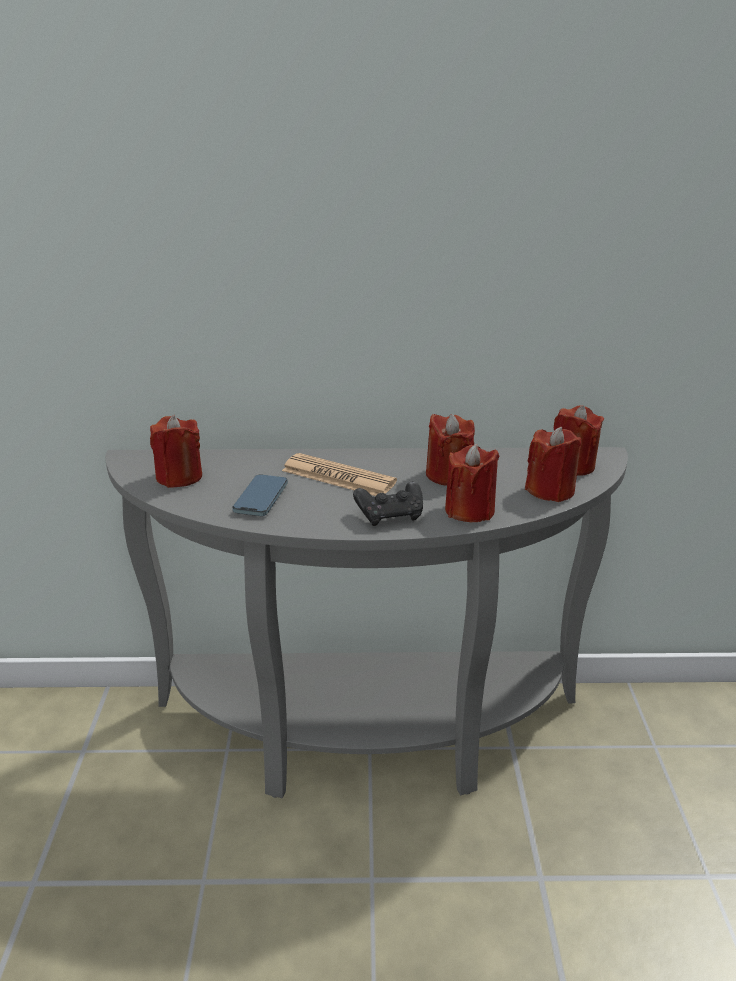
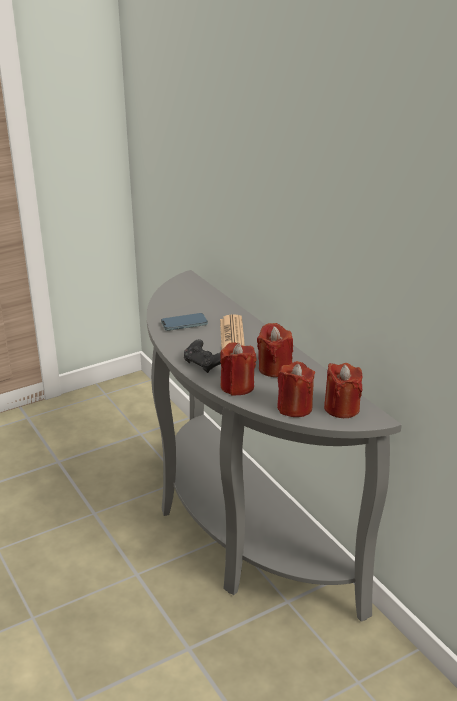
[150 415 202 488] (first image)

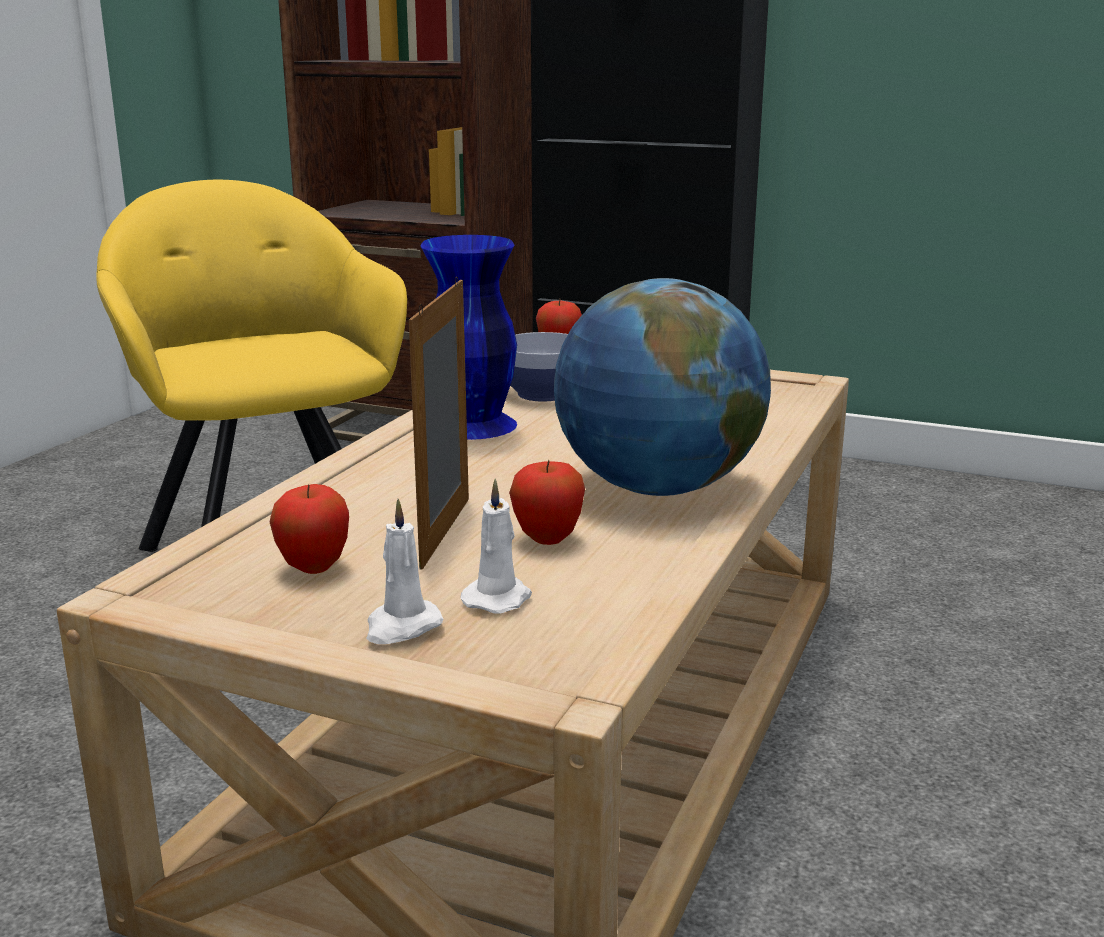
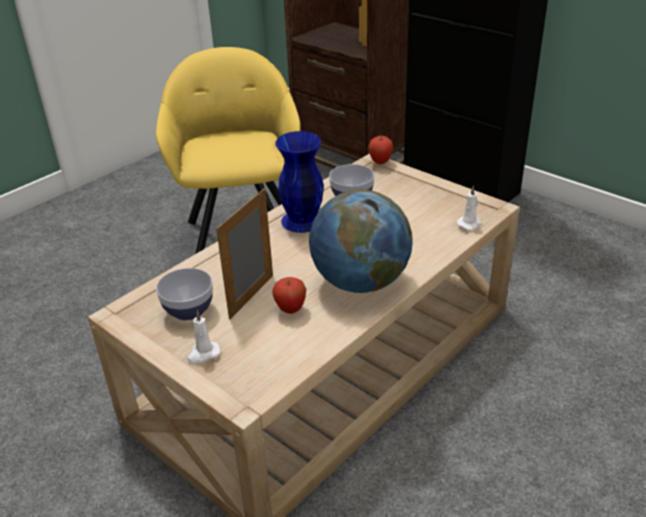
[457 186 482 230]
[156 268 213 321]

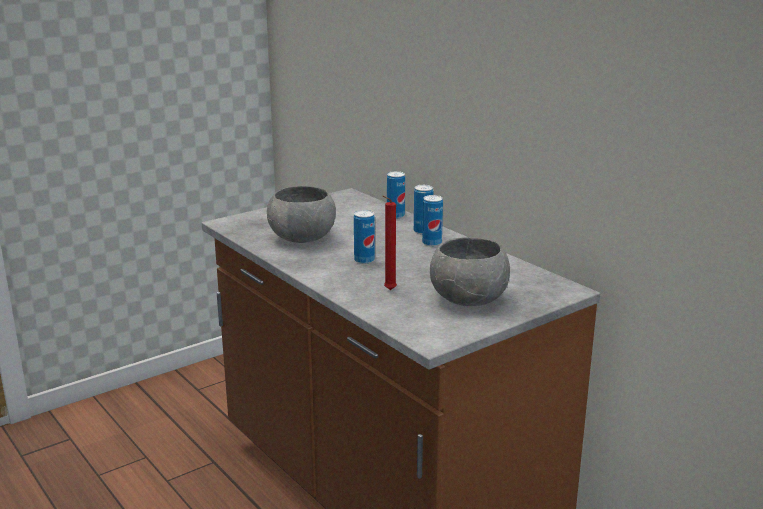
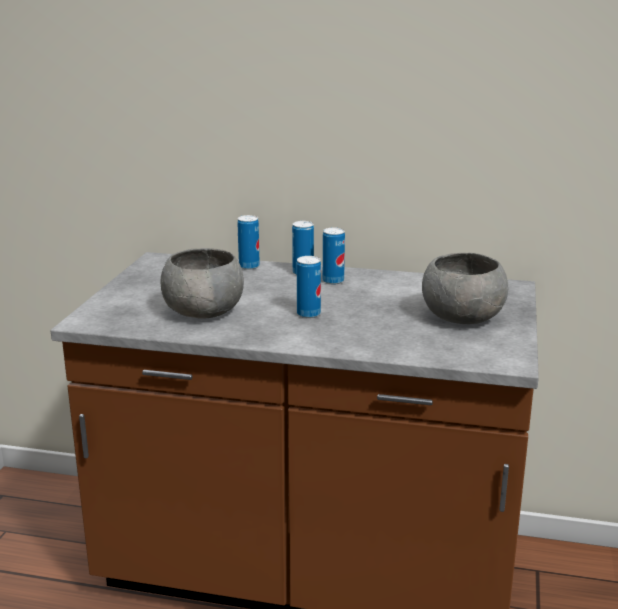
[382 195 397 290] (first image)

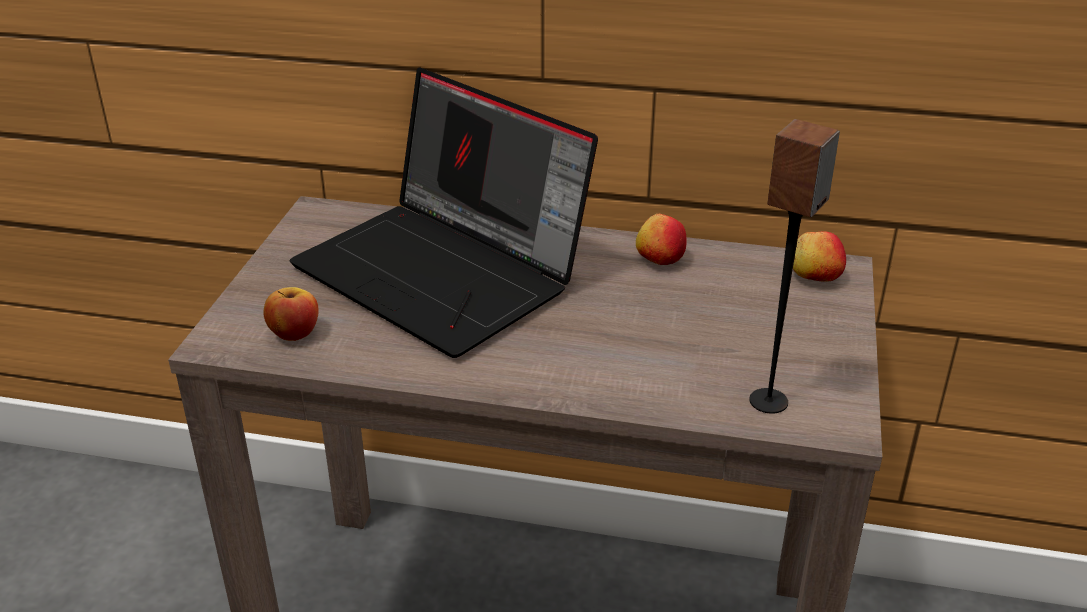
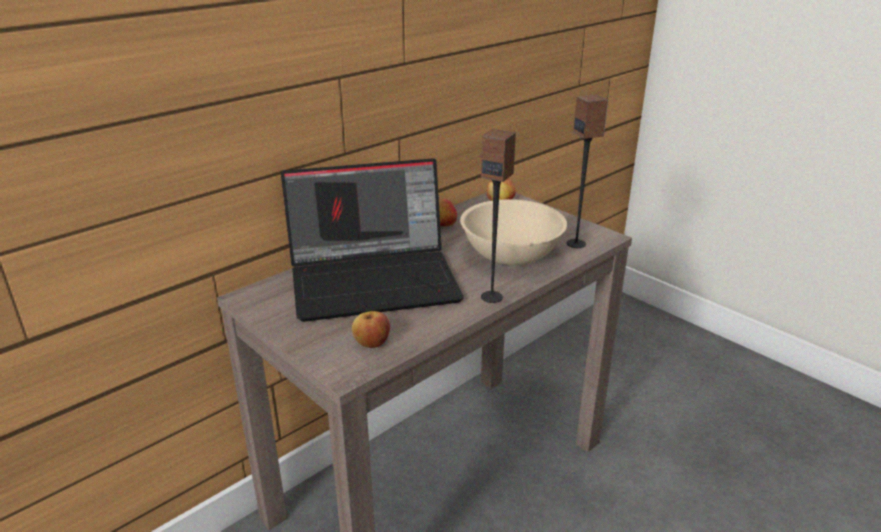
[460 199 567 265]
[481 129 516 303]

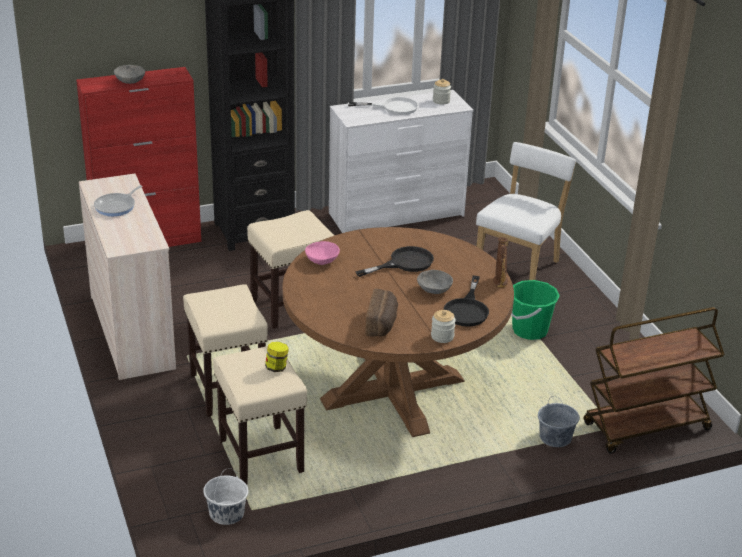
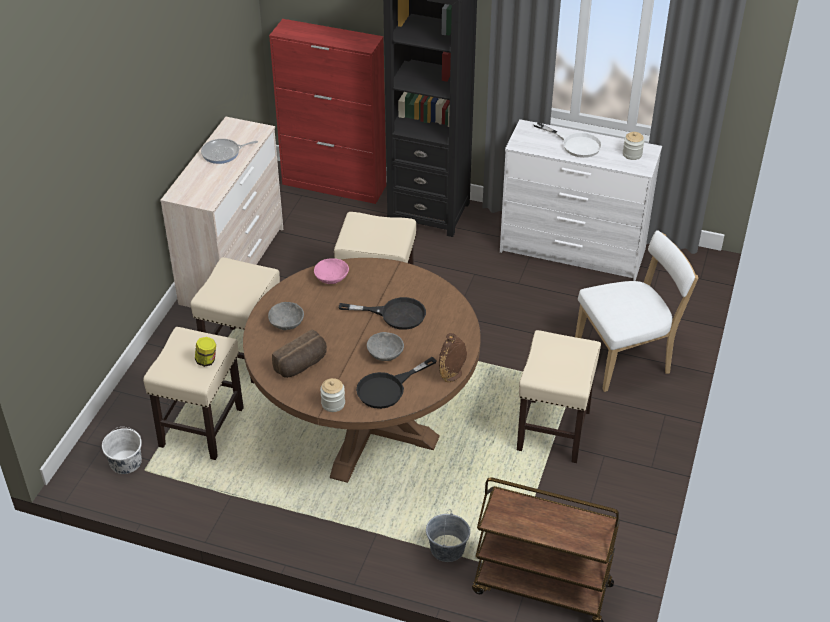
[268 302 304 330]
[517 330 601 463]

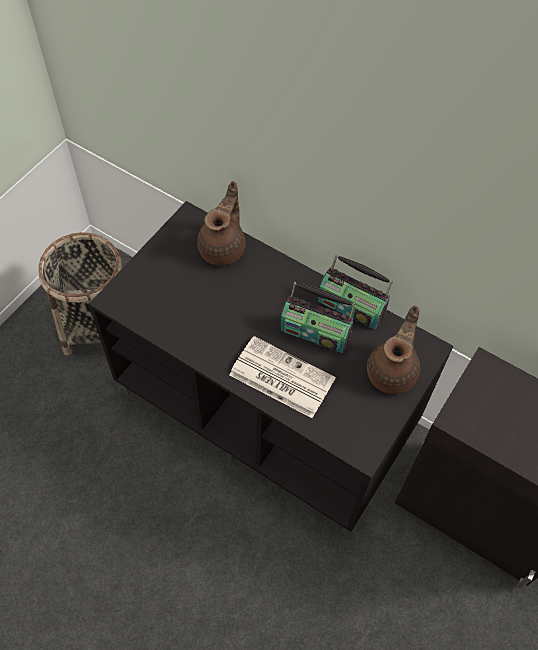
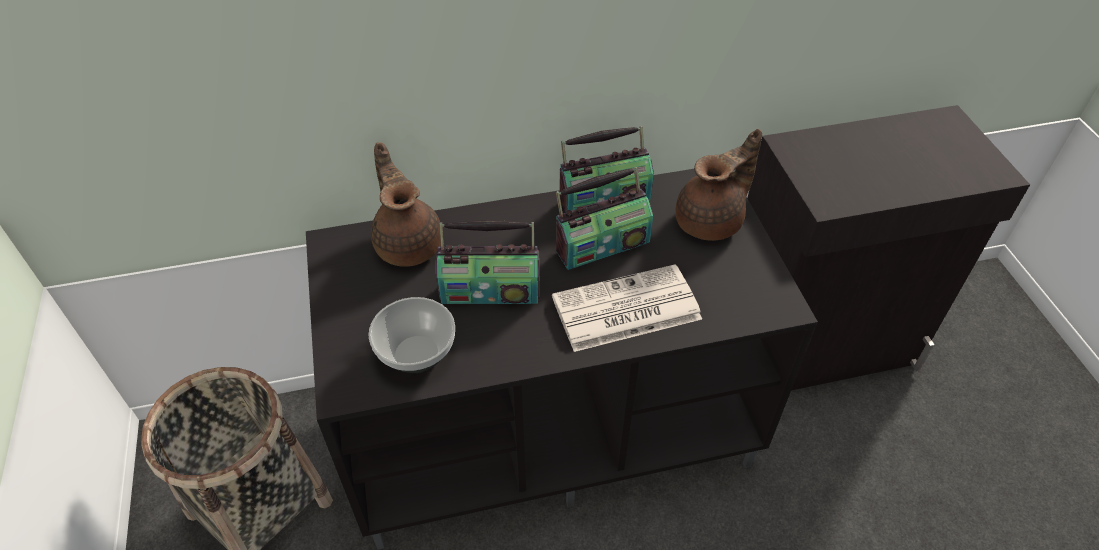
[368 297 455 373]
[436 220 540 304]
[676 129 762 241]

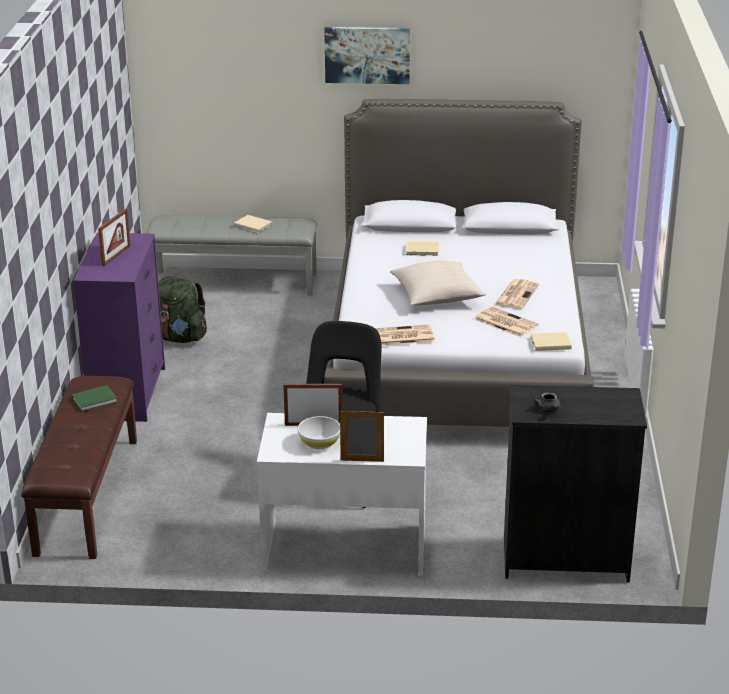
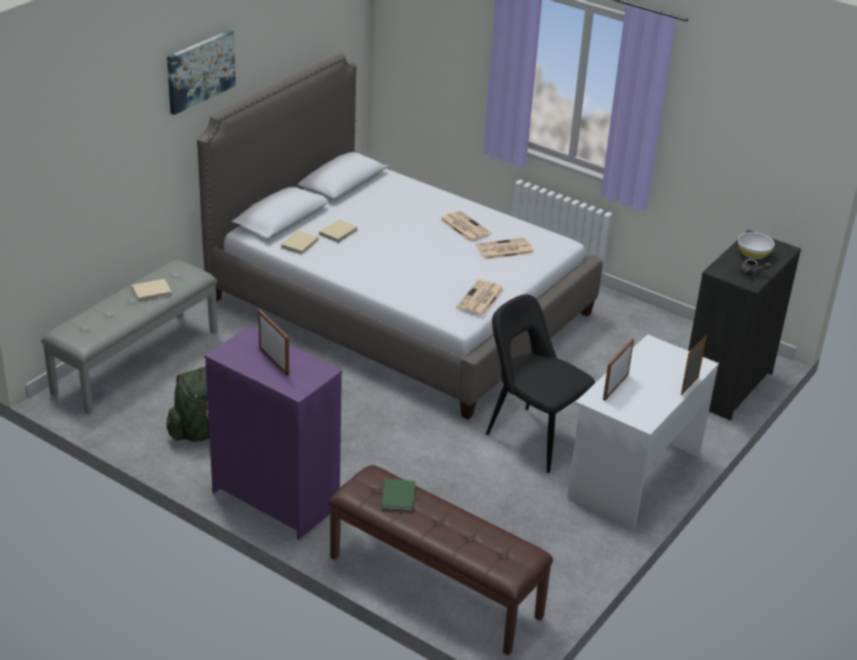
[390 261 486 305] (first image)
[738 232 775 259]
[281 230 319 255]

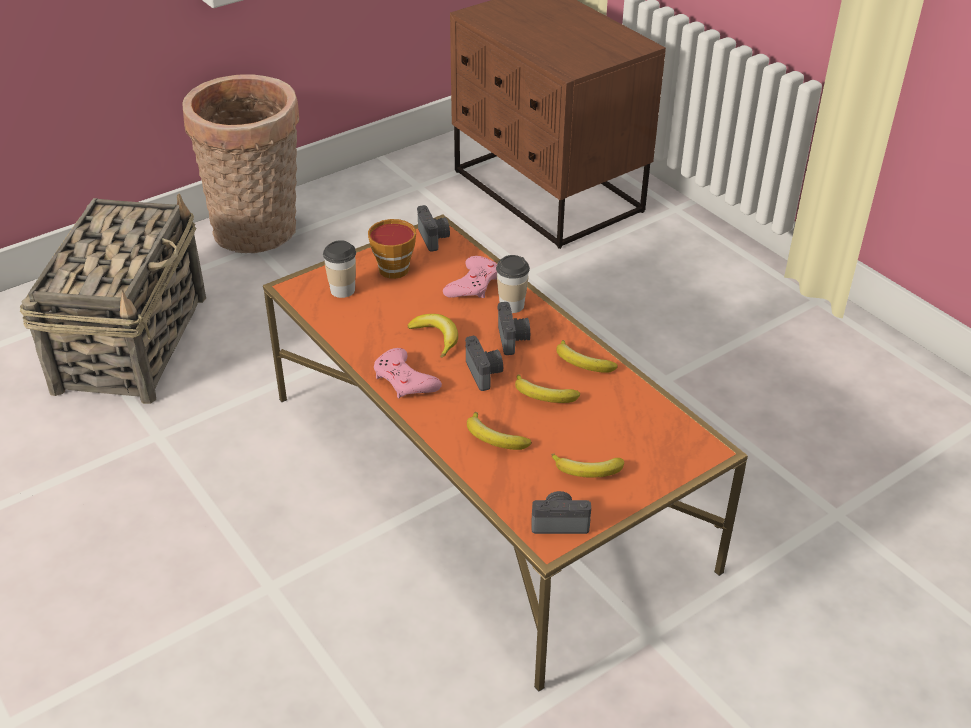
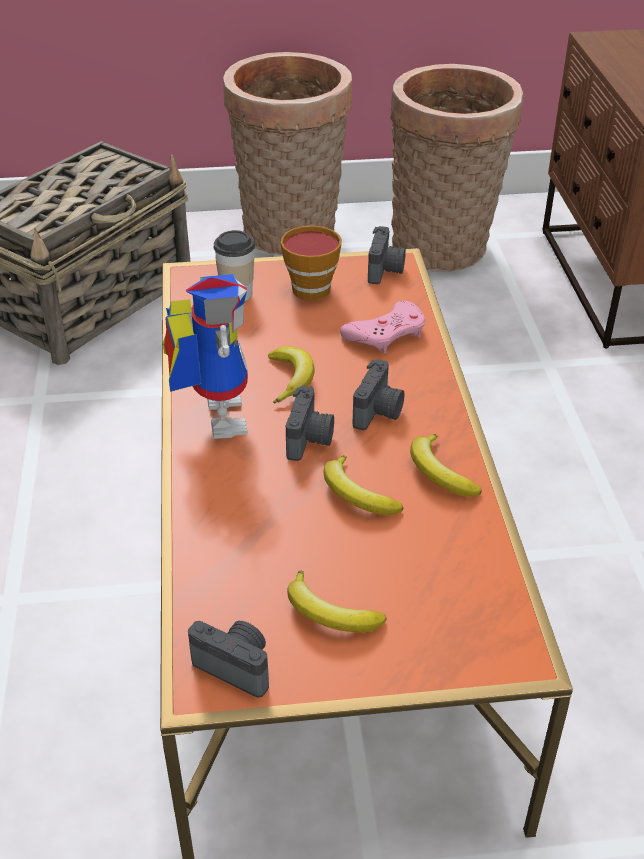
[467 412 532 450] (first image)
[496 255 530 313] (first image)
[390 64 523 272]
[163 274 248 439]

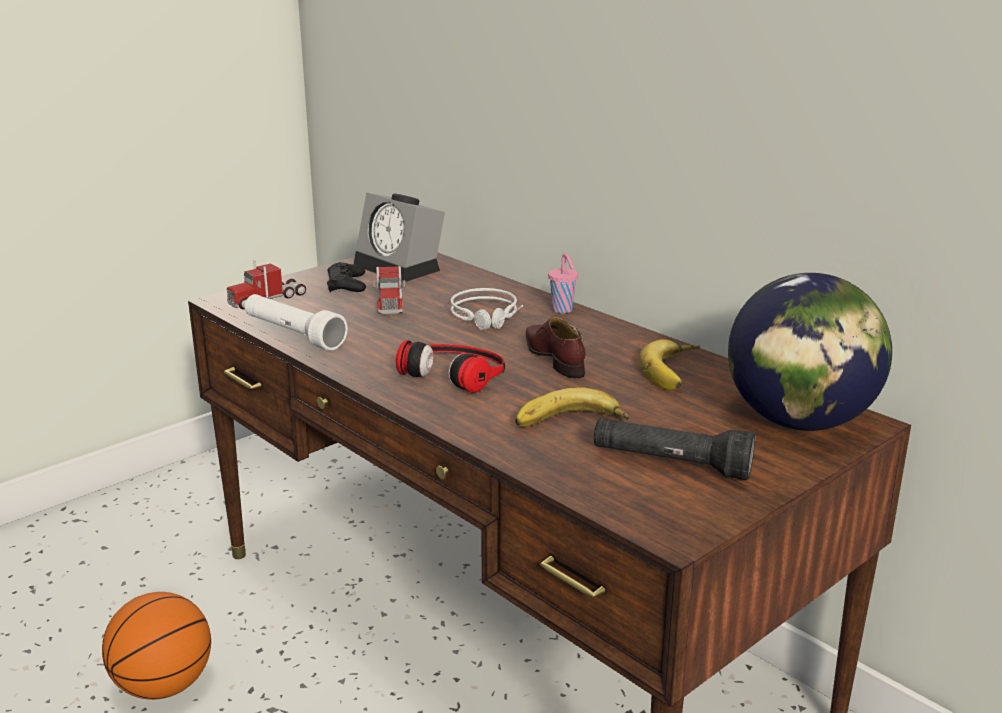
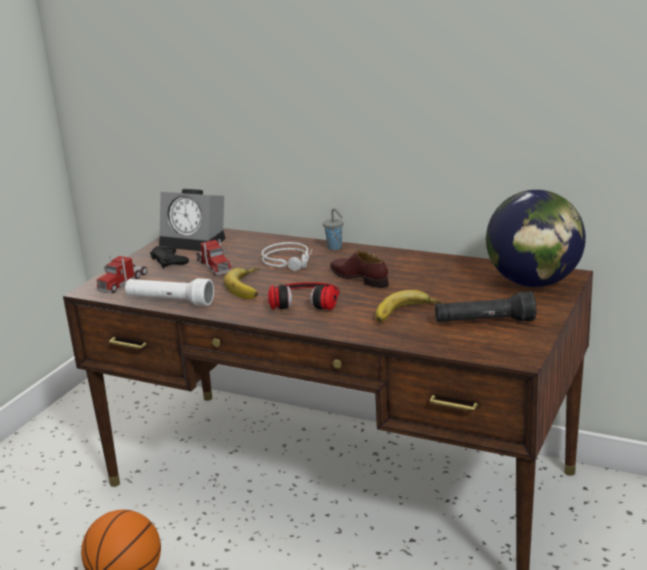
[224 268 260 299]
[323 208 344 250]

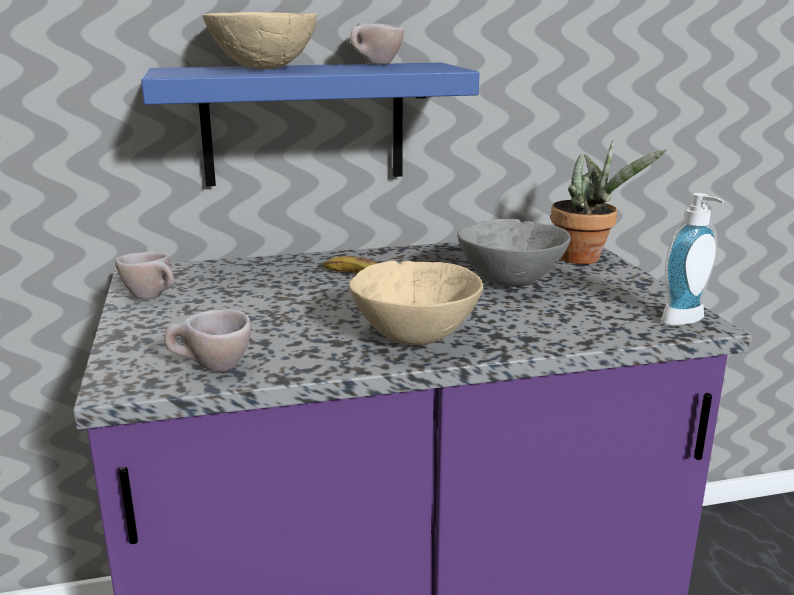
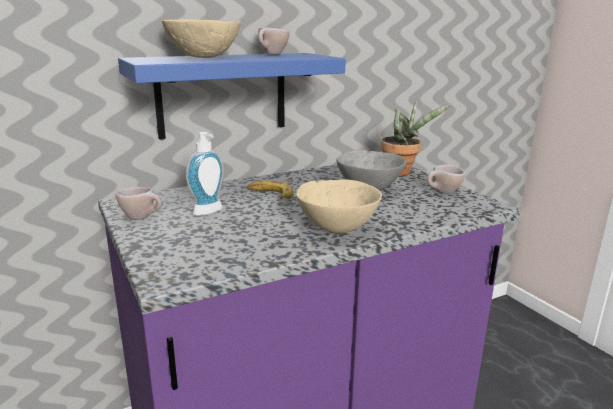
[427 165 465 194]
[186 132 224 216]

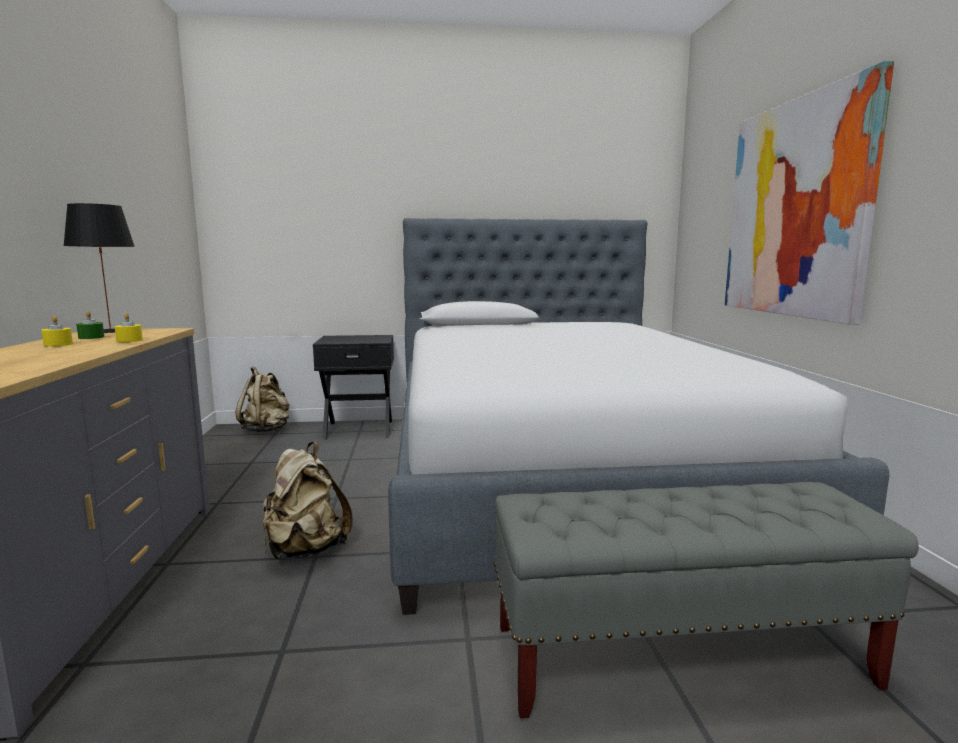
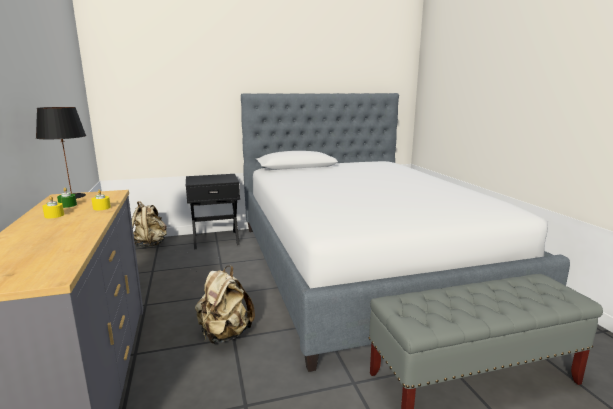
[725 61 894 325] (first image)

